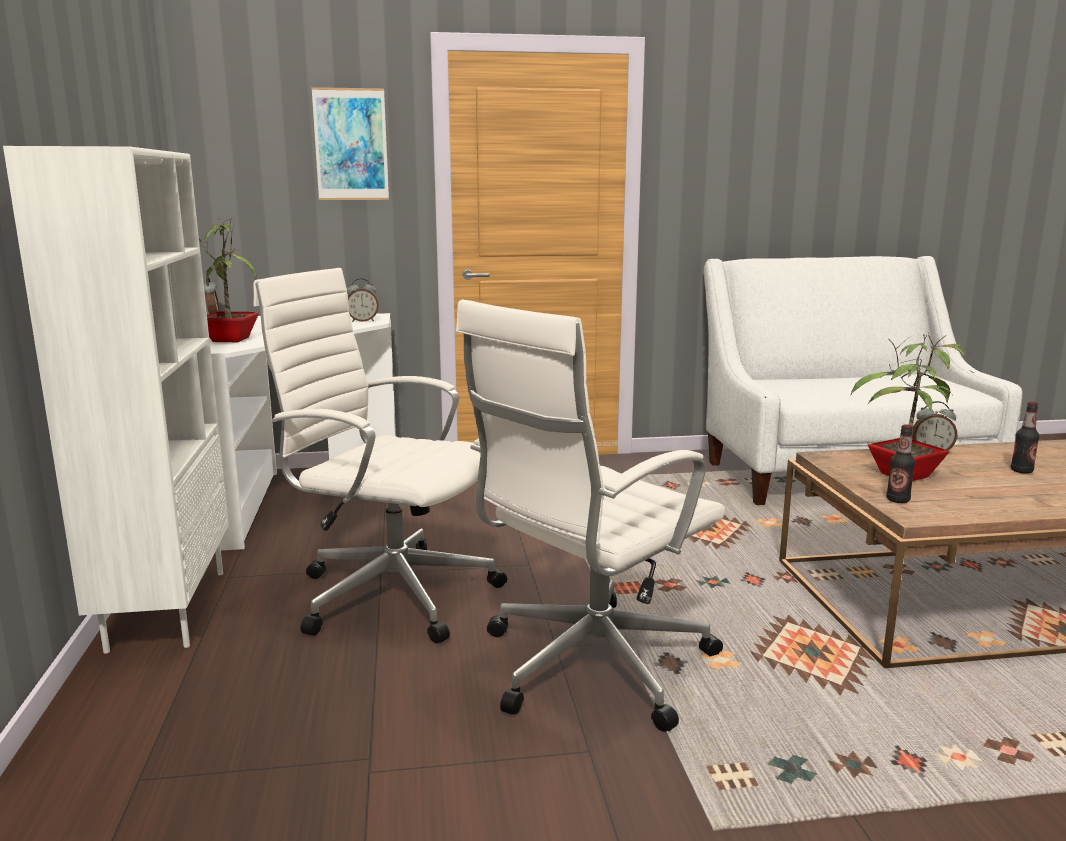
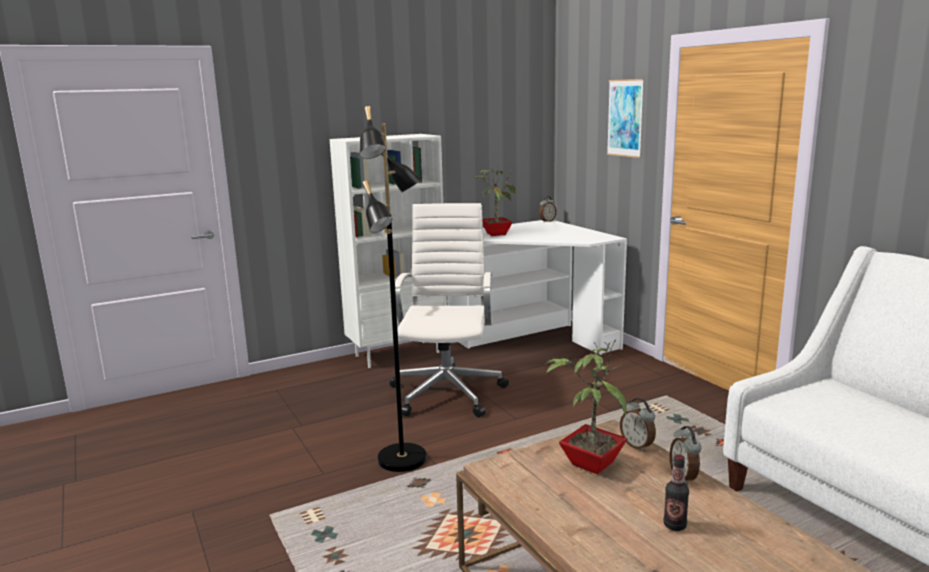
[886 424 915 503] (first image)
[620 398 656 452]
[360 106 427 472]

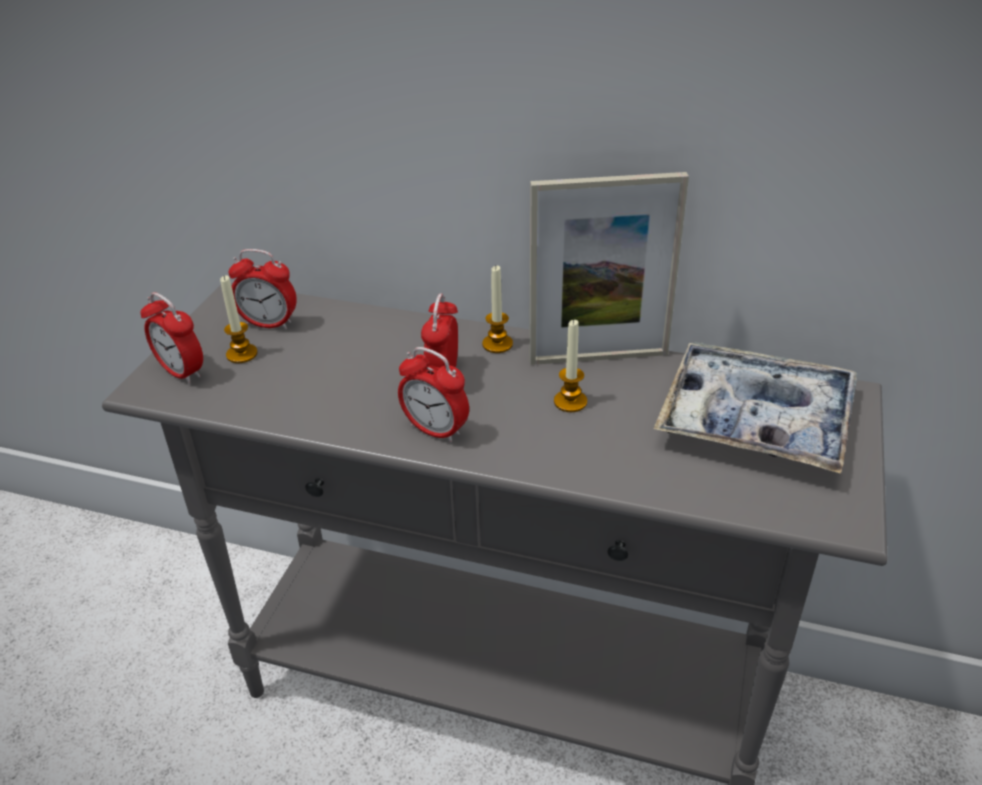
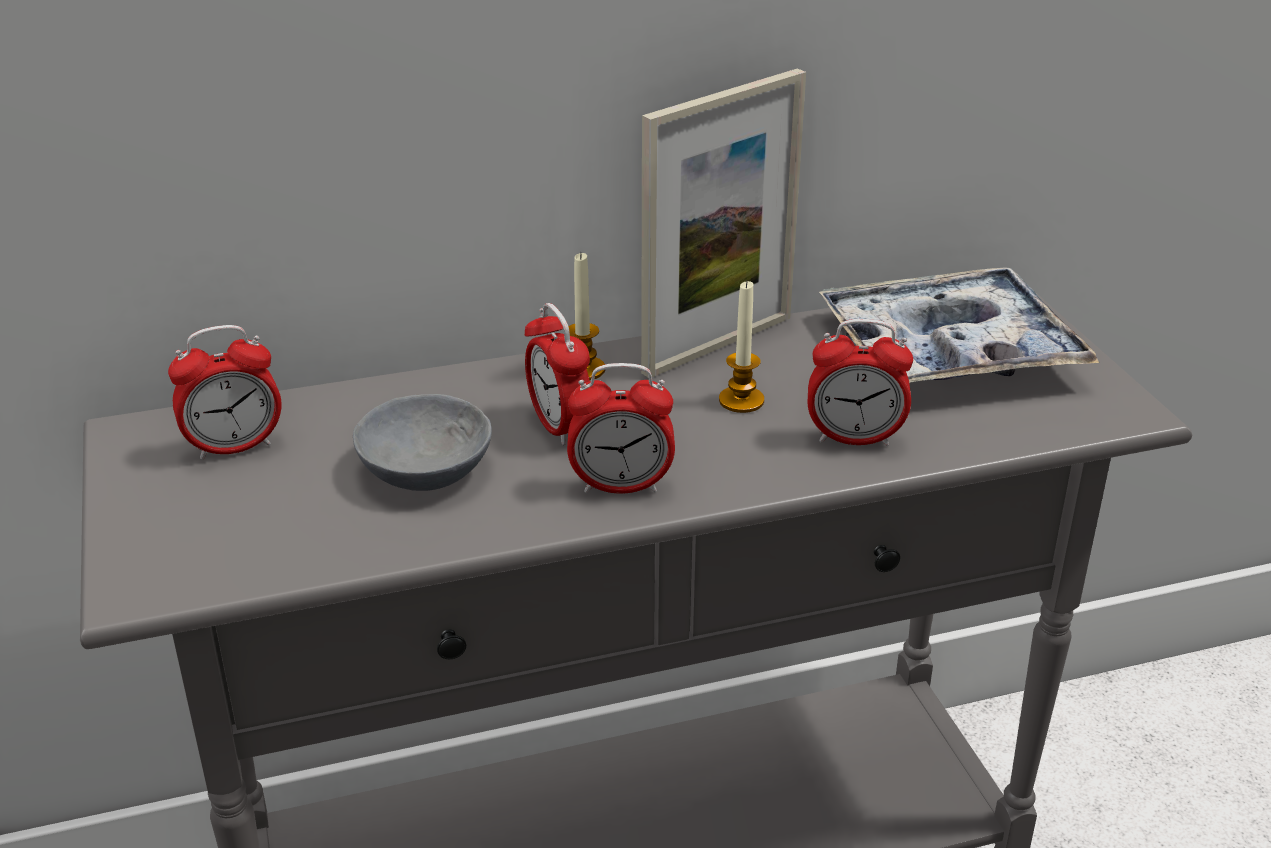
[220 276 258 363] (first image)
[353 394 492 491]
[808 319 913 446]

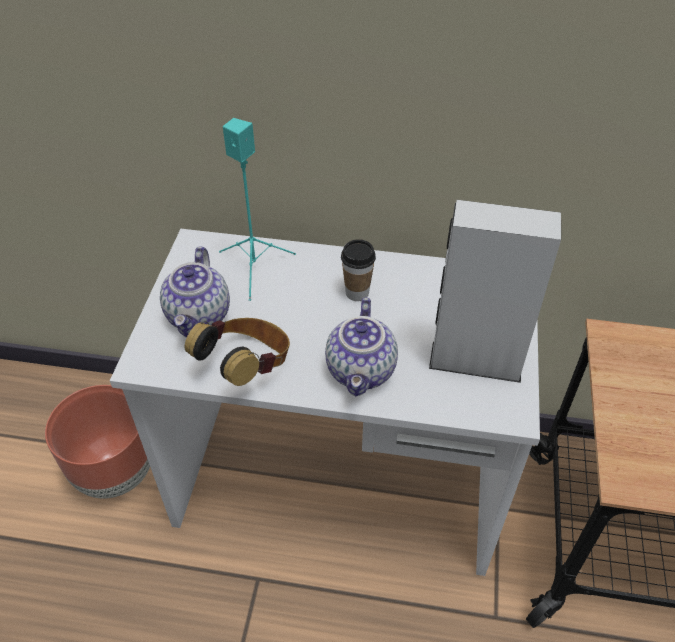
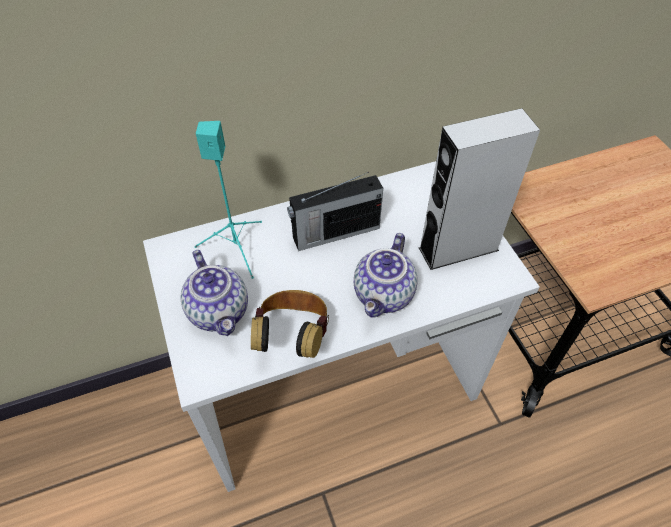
[45 385 150 499] (first image)
[287 172 383 251]
[354 233 418 317]

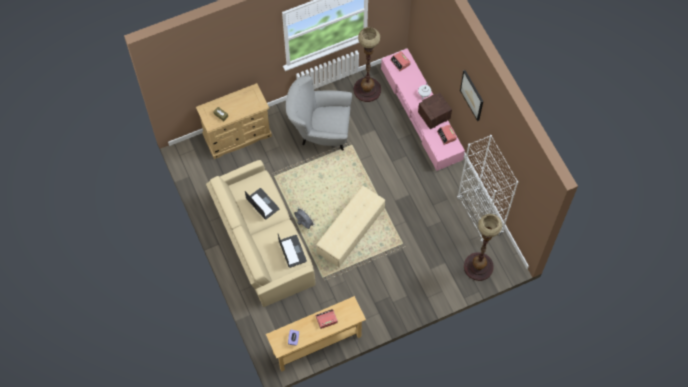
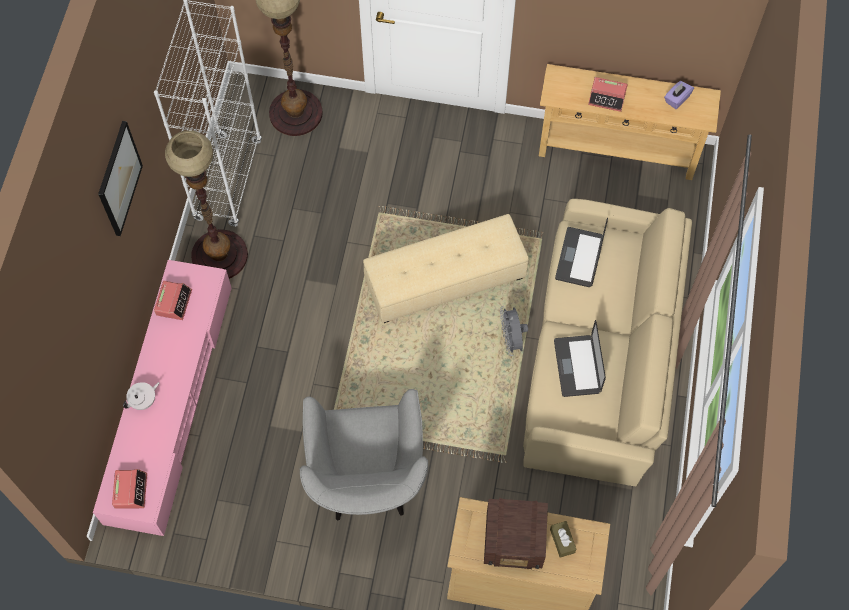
[165 130 248 279]
[484 498 548 569]
[299 389 428 520]

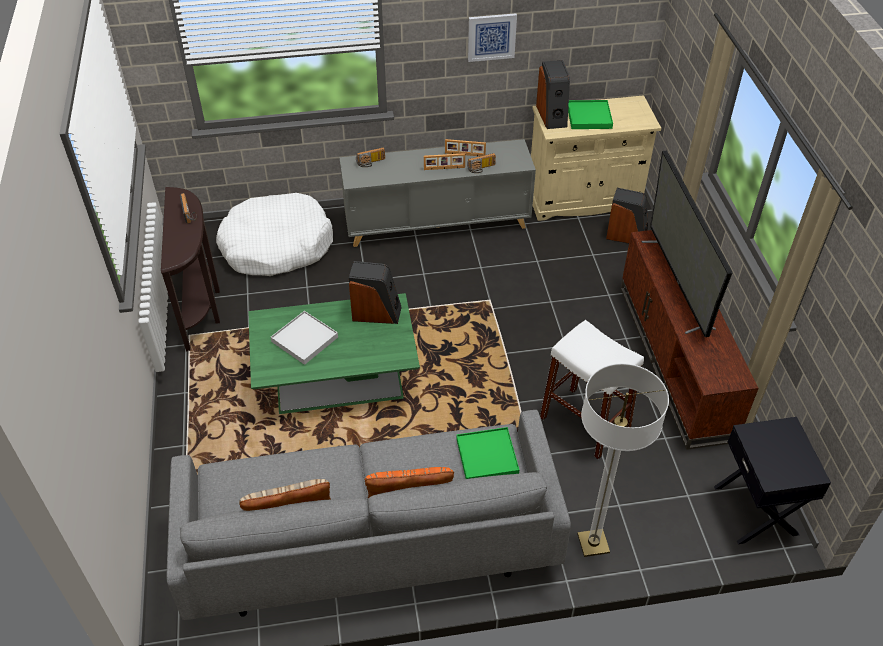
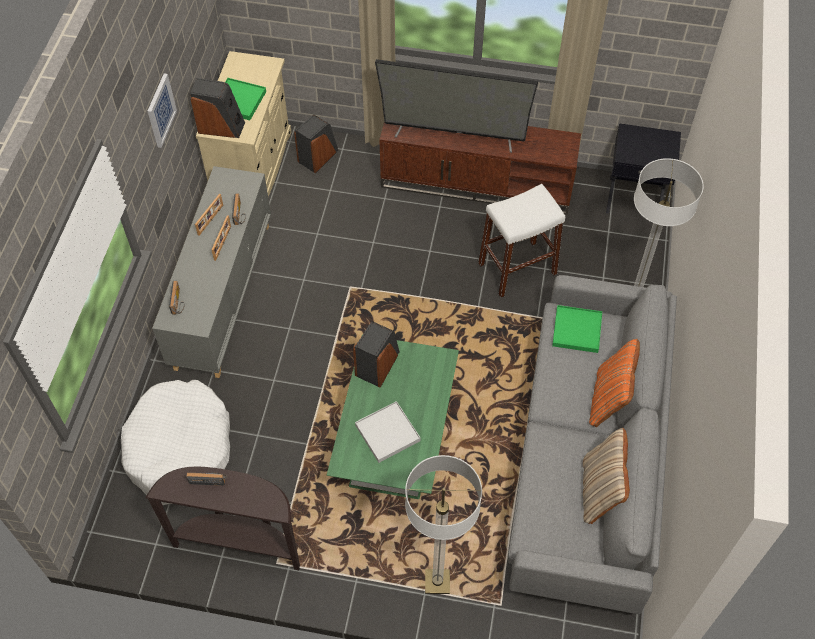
[405 455 482 594]

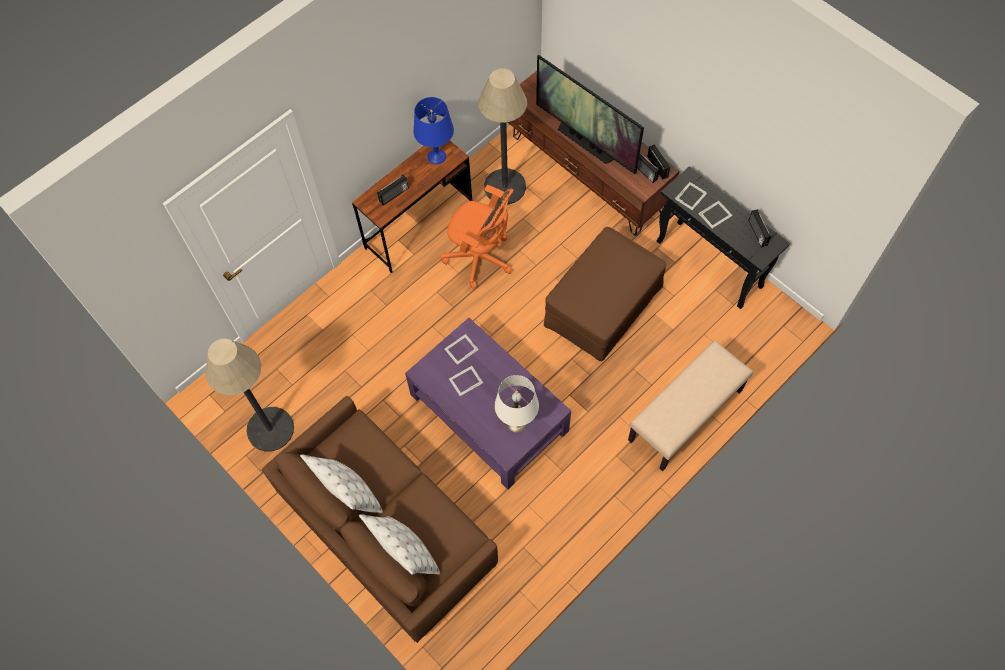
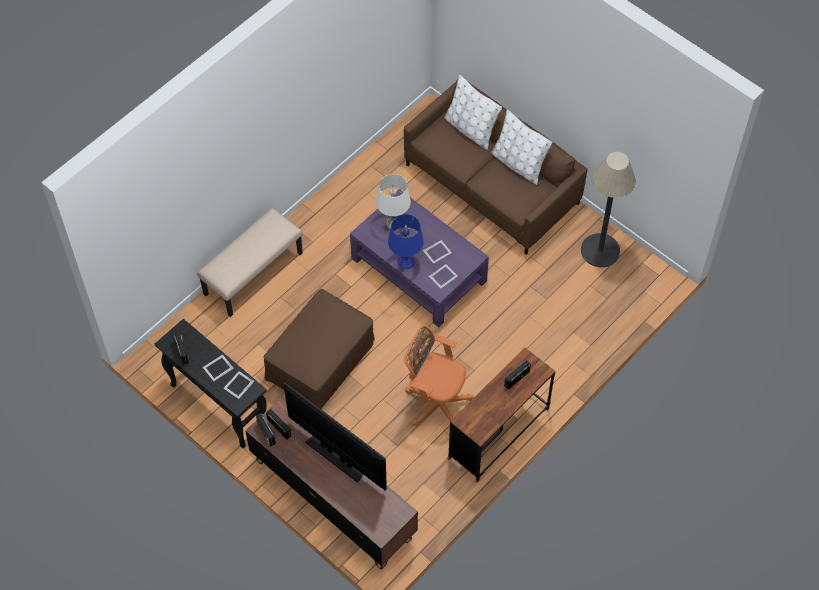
[478 68 527 204] (first image)
[388 214 424 269]

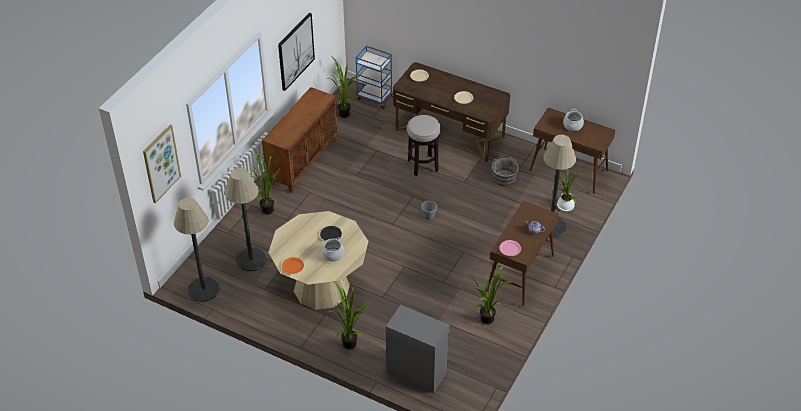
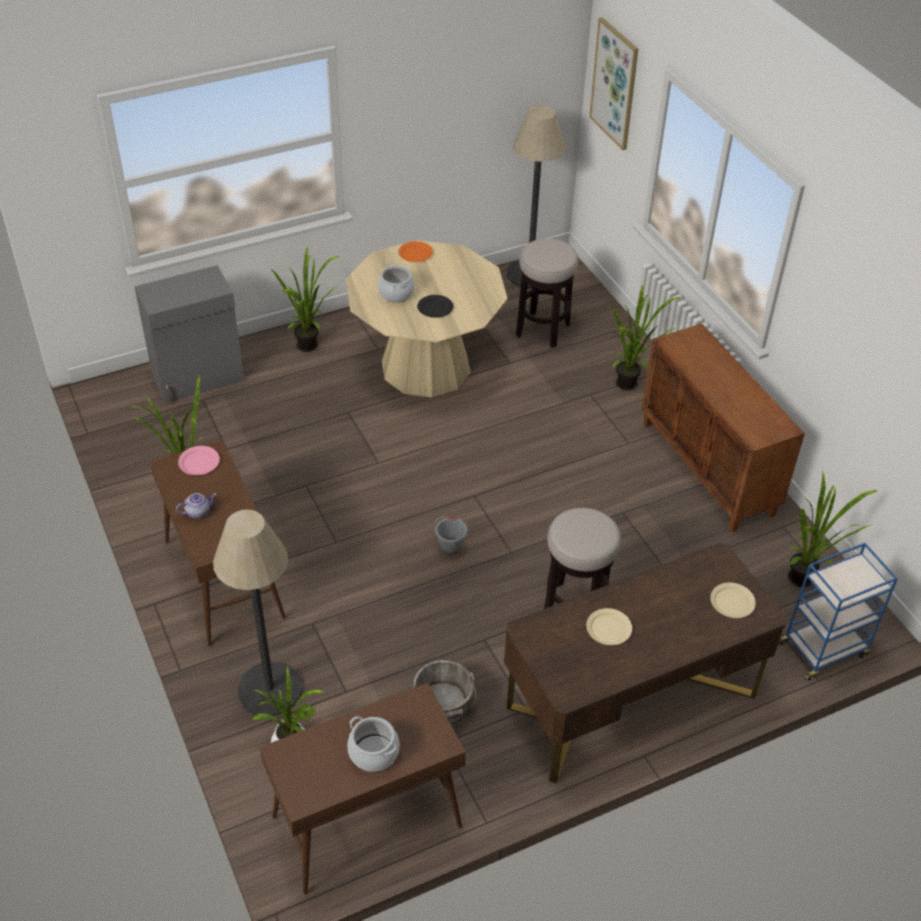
[278 13 315 91] (first image)
[516 238 578 348]

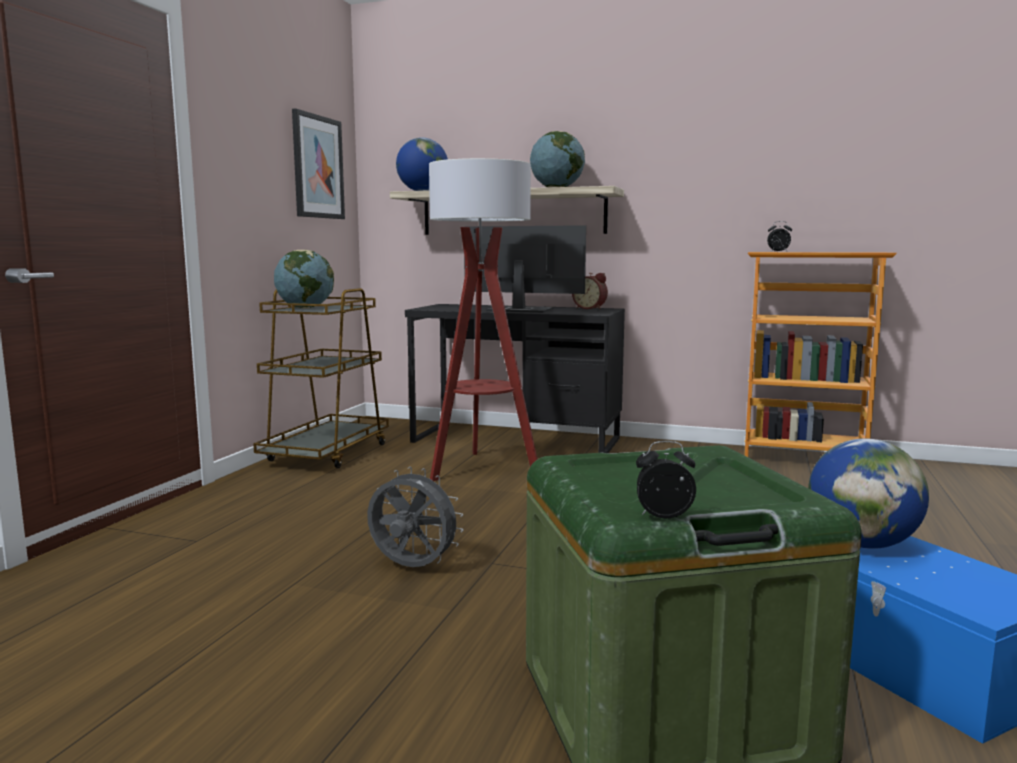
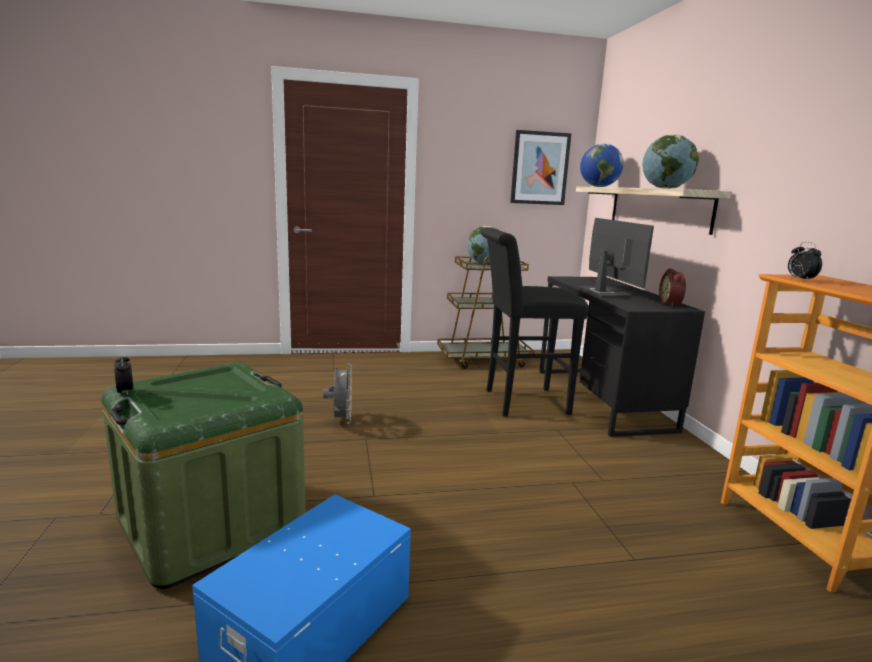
[808 439 929 549] (first image)
[480 227 589 417]

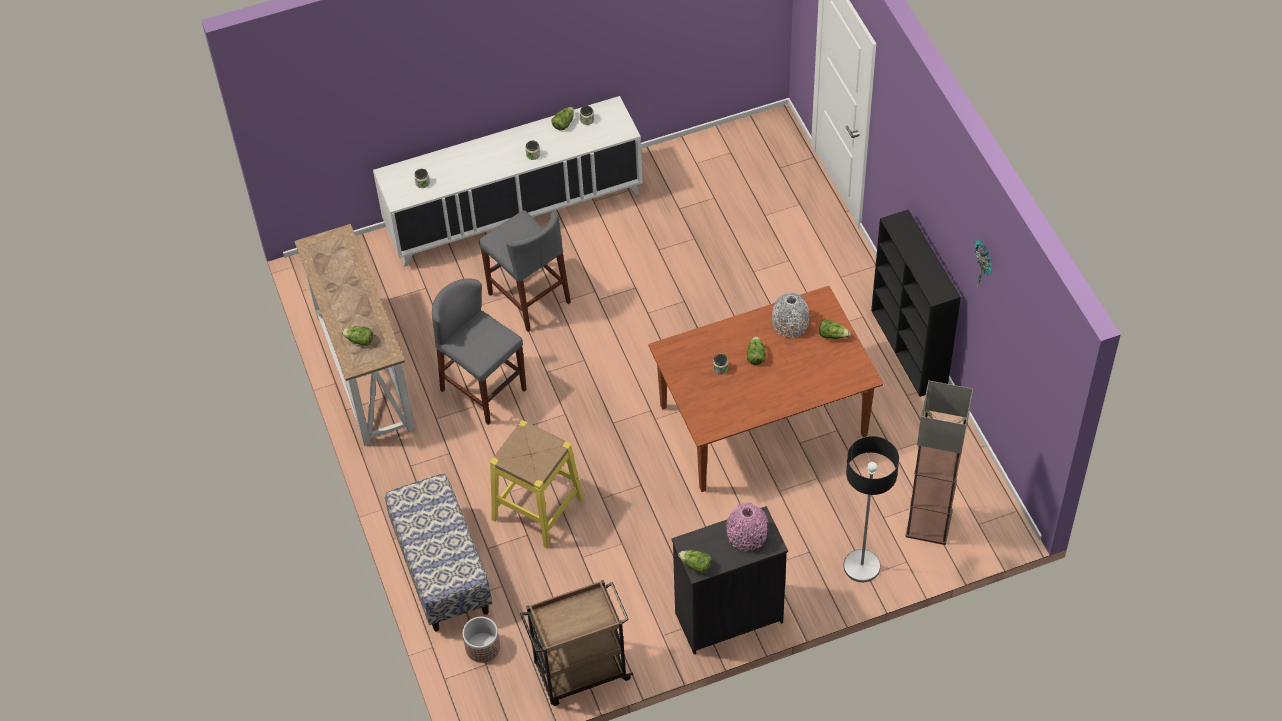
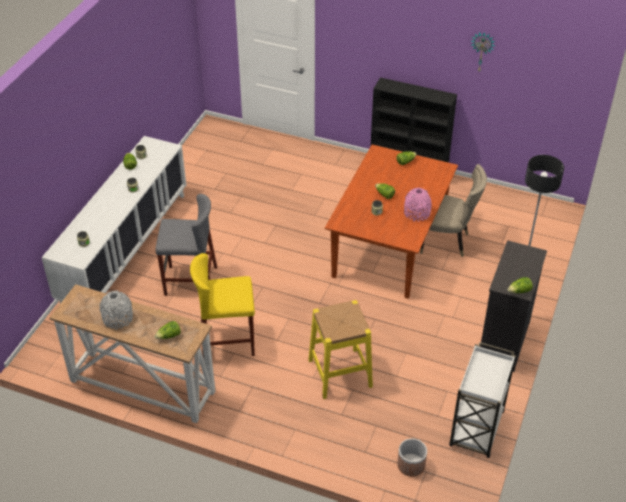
[385 473 492 632] (first image)
[905 381 973 545] (first image)
[420 164 487 257]
[404 188 432 222]
[100 291 133 330]
[190 253 255 358]
[449 342 516 458]

